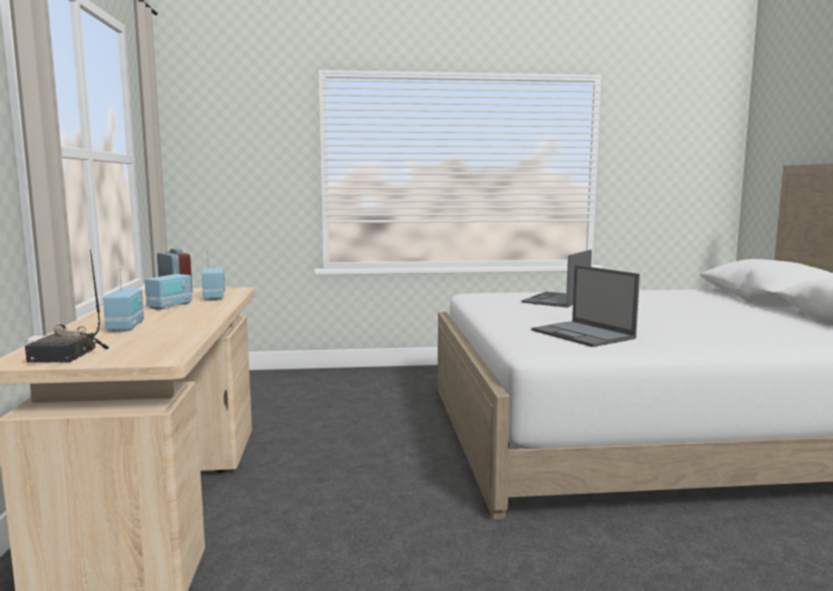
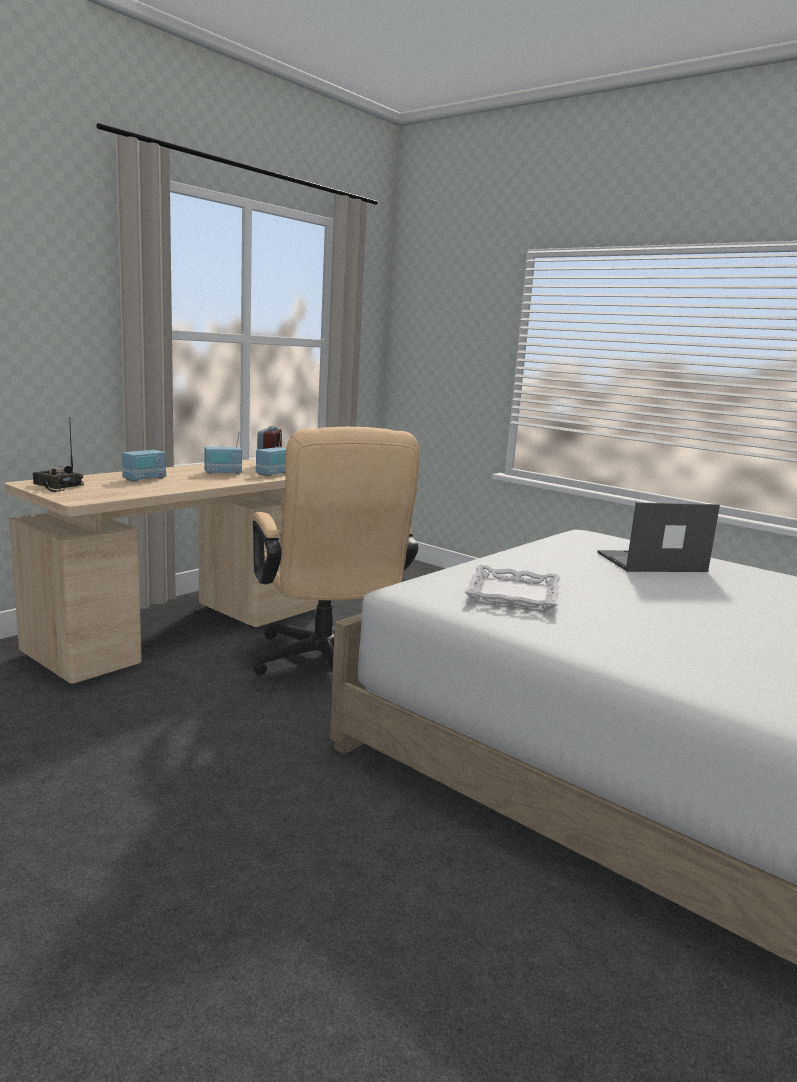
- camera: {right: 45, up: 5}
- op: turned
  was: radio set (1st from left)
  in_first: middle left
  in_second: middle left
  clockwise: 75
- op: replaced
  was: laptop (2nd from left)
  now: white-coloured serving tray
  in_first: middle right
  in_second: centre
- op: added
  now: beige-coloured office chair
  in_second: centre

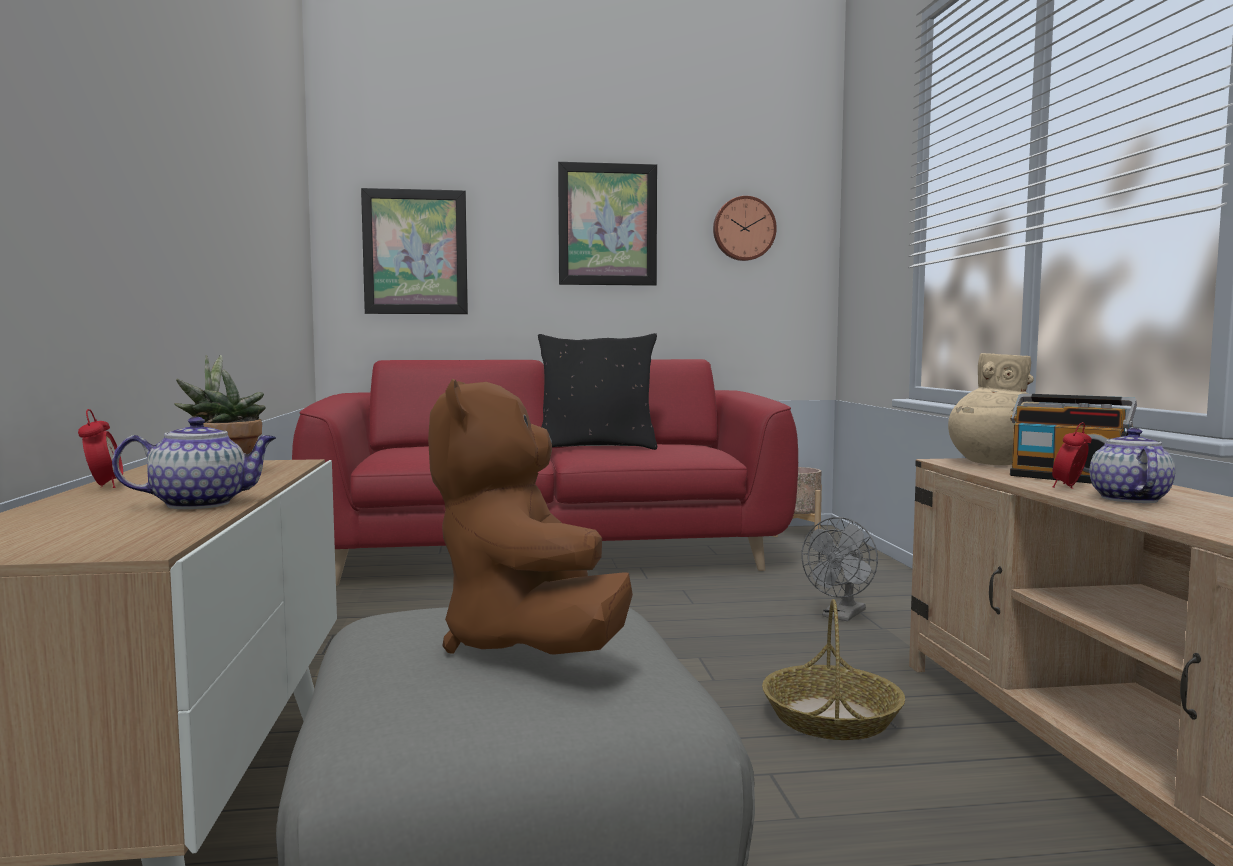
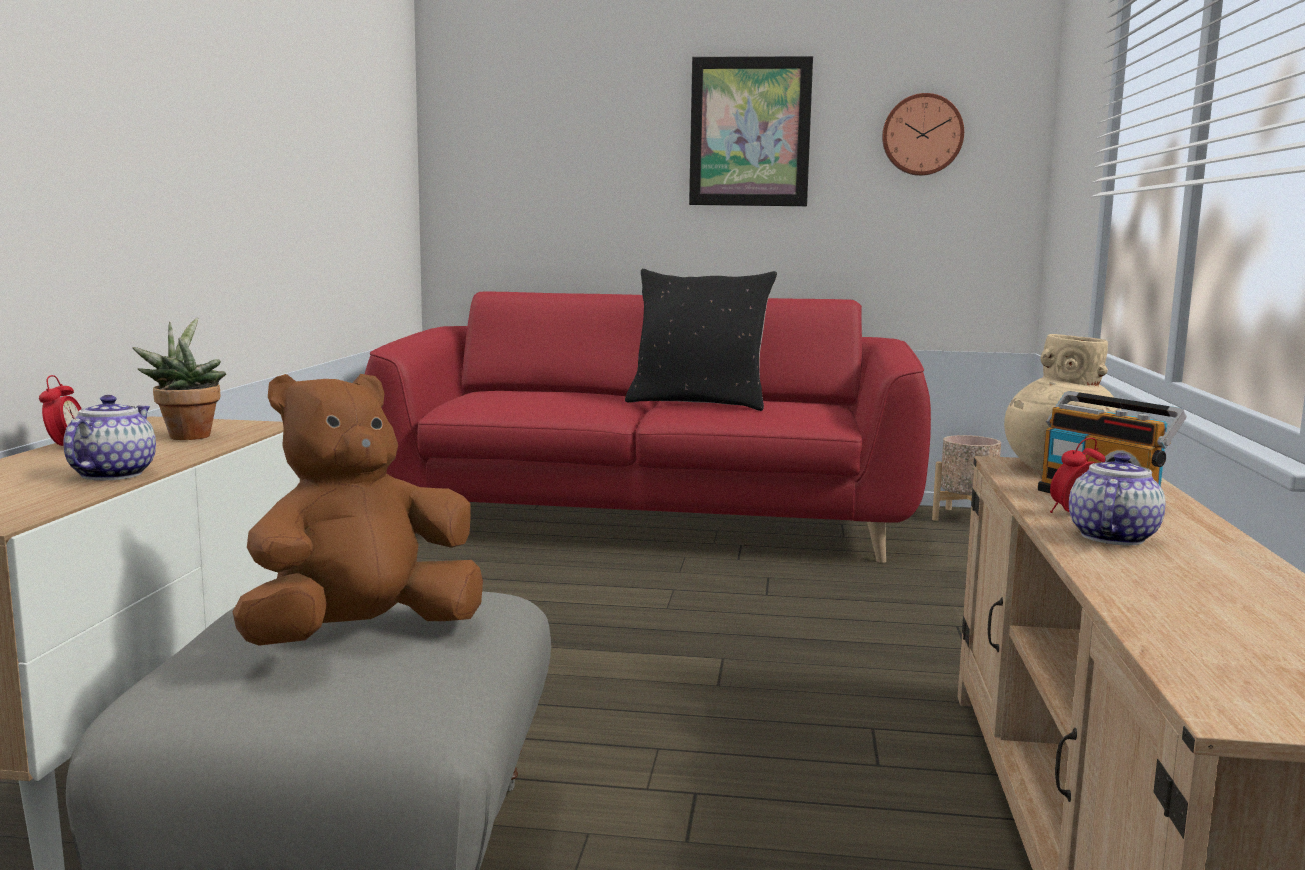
- camera: {right: 15, up: 5}
- op: removed
  was: wall picture (1st from left)
  in_first: top centre
- op: turned
  was: brown-coloured cuddly toy
  in_first: centre
  in_second: middle left
  clockwise: 45
- op: turned
  was: pot for tea (1st from left)
  in_first: middle left
  in_second: middle left
  clockwise: -75
- op: removed
  was: gray fan
  in_first: middle right
- op: removed
  was: storage basket
  in_first: bottom right

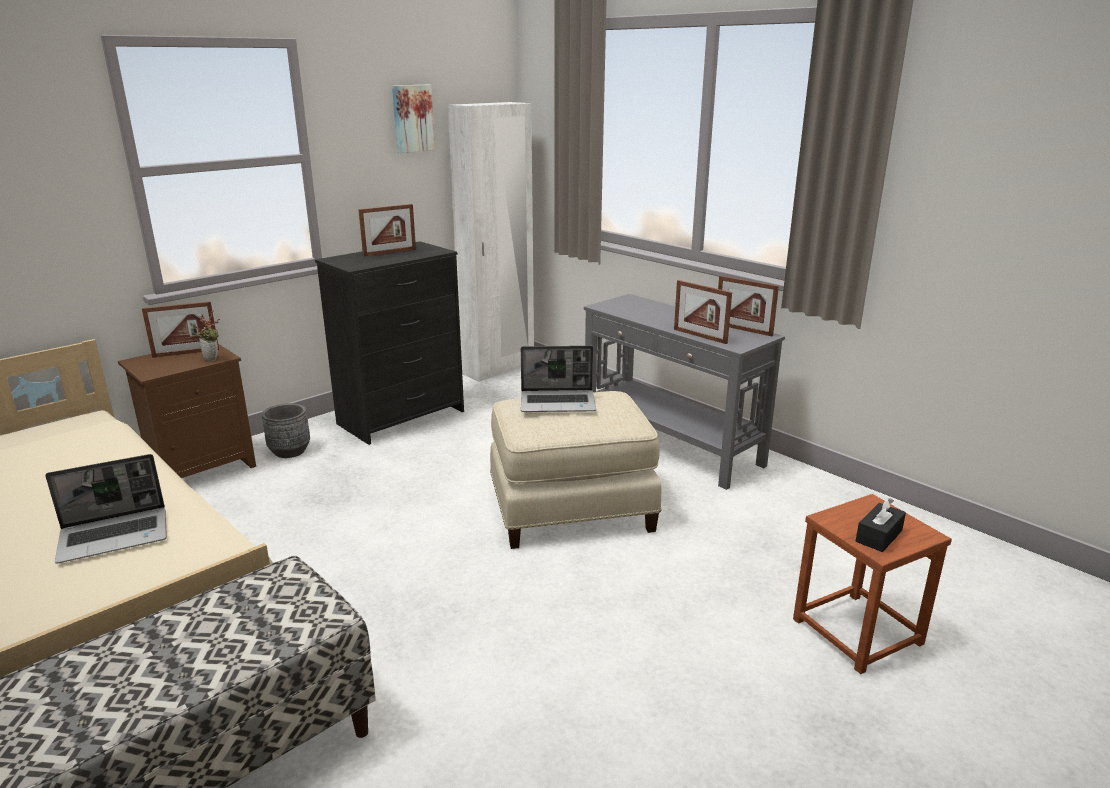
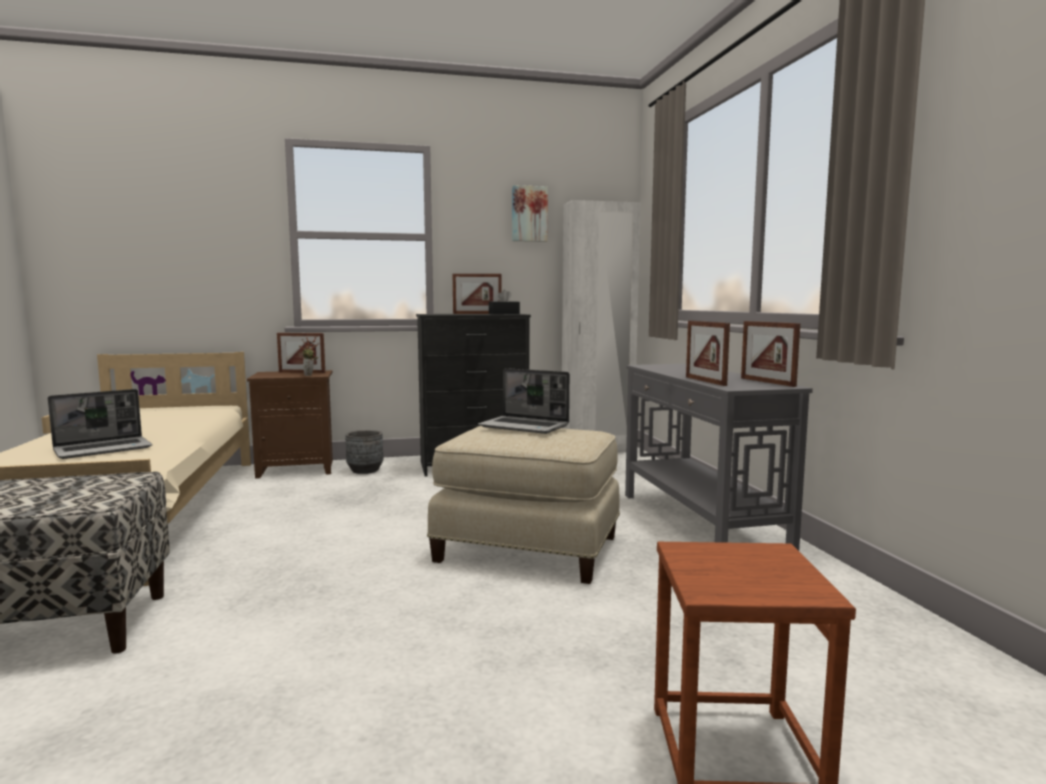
- camera: {right: 30, up: -15}
- op: turned
  was: laptop (1st from left)
  in_first: middle left
  in_second: middle left
  clockwise: -45
- op: moved
  was: black-coloured box of tissues
  in_first: middle right
  in_second: centre

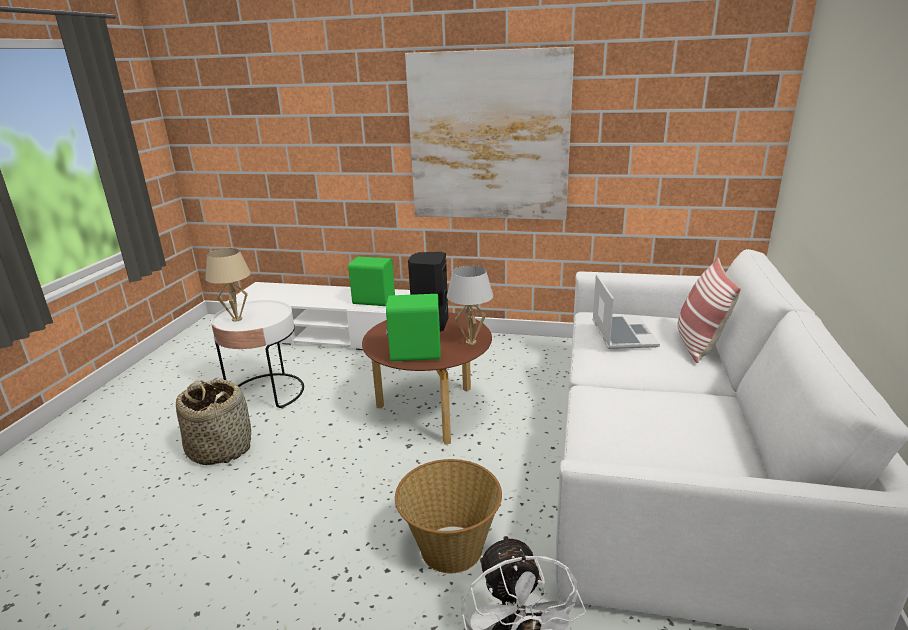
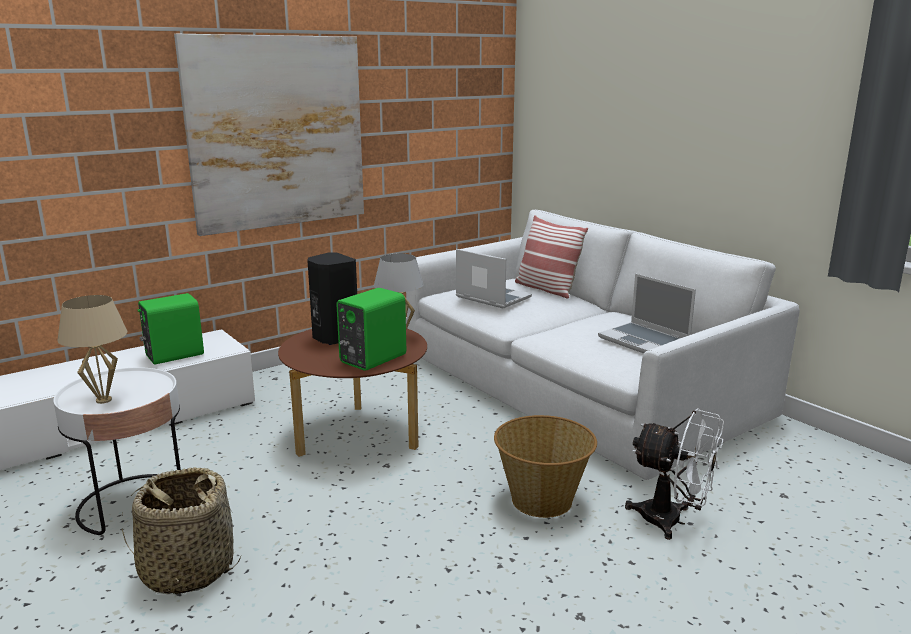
- camera: {right: -50, up: -5}
- op: added
  now: laptop (2nd from left)
  in_second: middle right

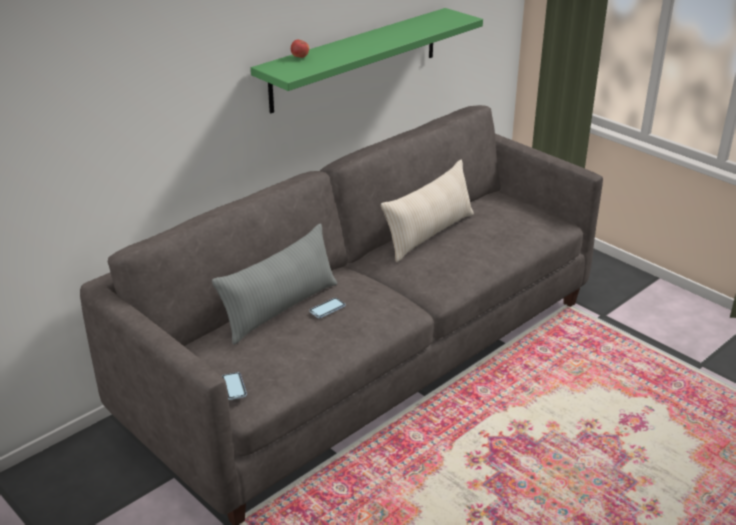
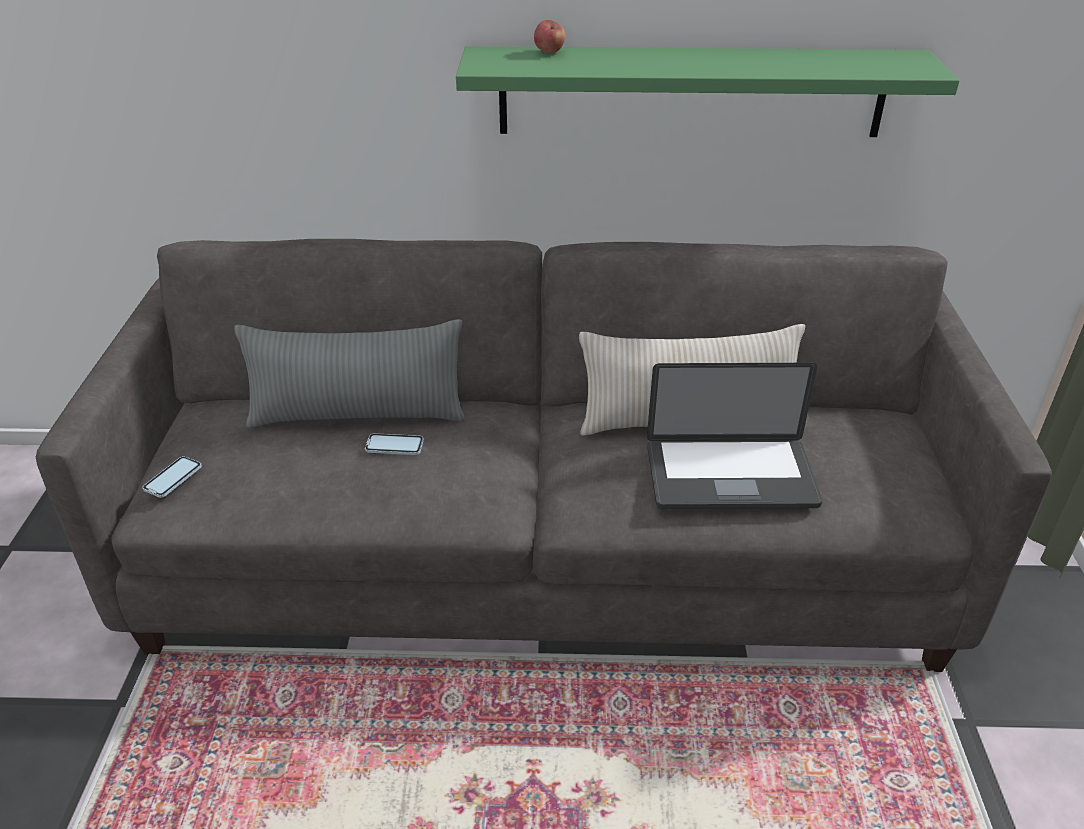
- camera: {right: 45, up: 5}
- op: added
  now: laptop
  in_second: middle right

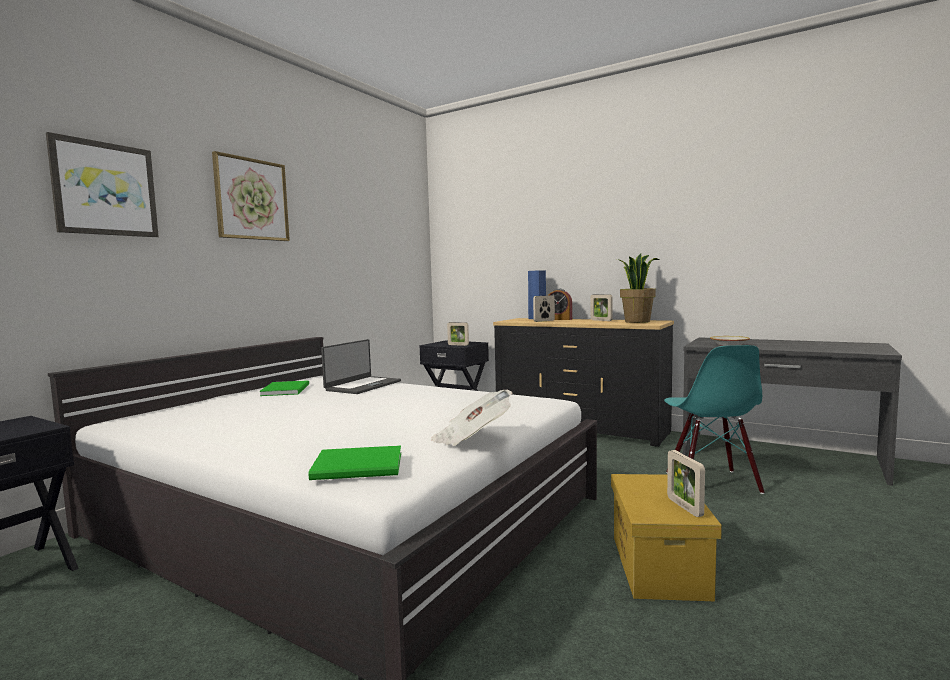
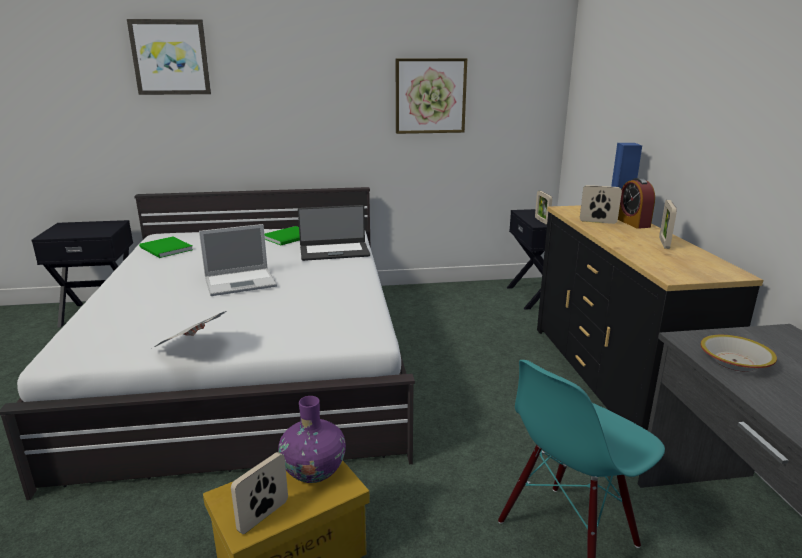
- camera: {right: 50, up: 15}
- op: moved
  was: wall picture (2nd from left)
  in_first: top left
  in_second: top centre
- op: removed
  was: potted plant
  in_first: middle right
- op: moved
  was: green-coloured volume (2nd from left in the first image)
  now: green-coloured volume (1st from left)
  in_first: bottom centre
  in_second: middle left
- op: added
  now: laptop (1st from left)
  in_second: middle left
- op: added
  now: purple-coloured flower vase
  in_second: bottom centre

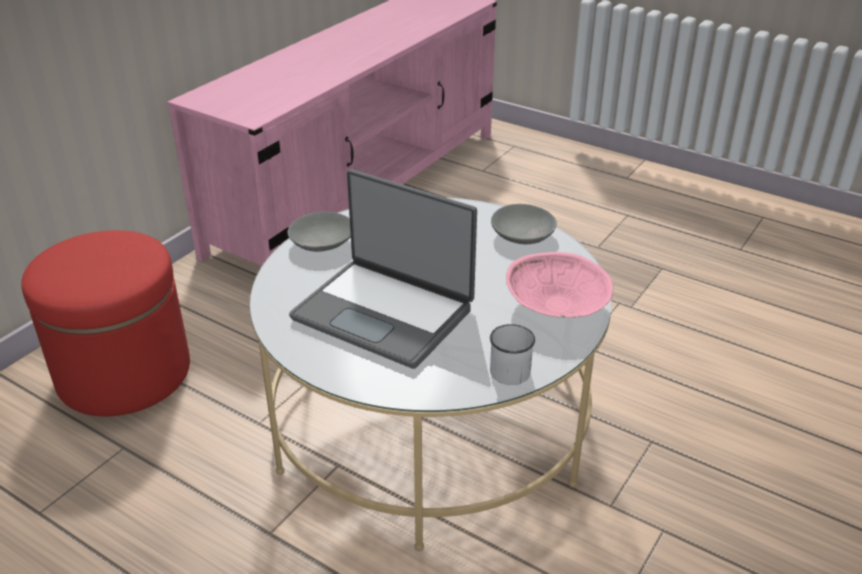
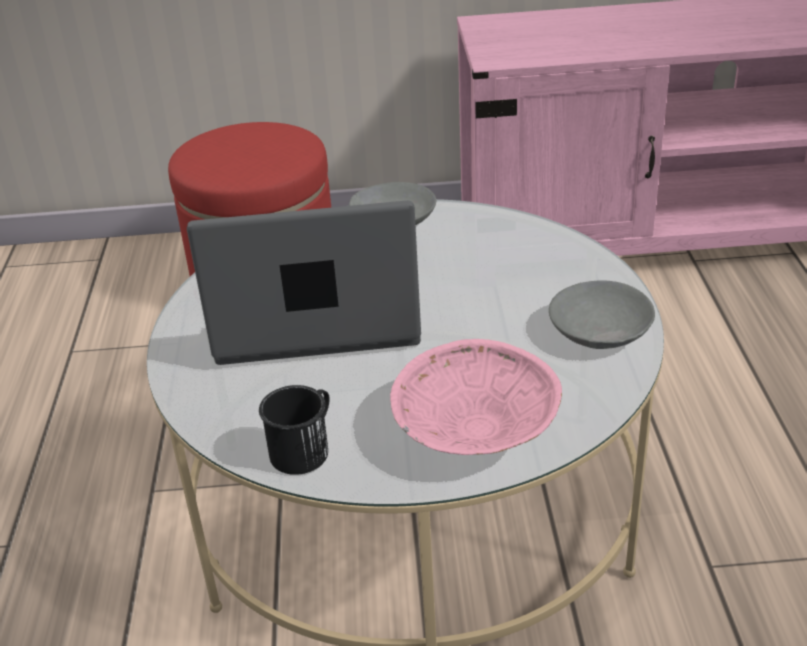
- camera: {right: 55, up: 0}
- op: turned
  was: laptop
  in_first: centre
  in_second: centre
  clockwise: 90
- op: recoloured
  was: white-coloured mug
  now: black-coloured mug
  in_first: centre
  in_second: centre

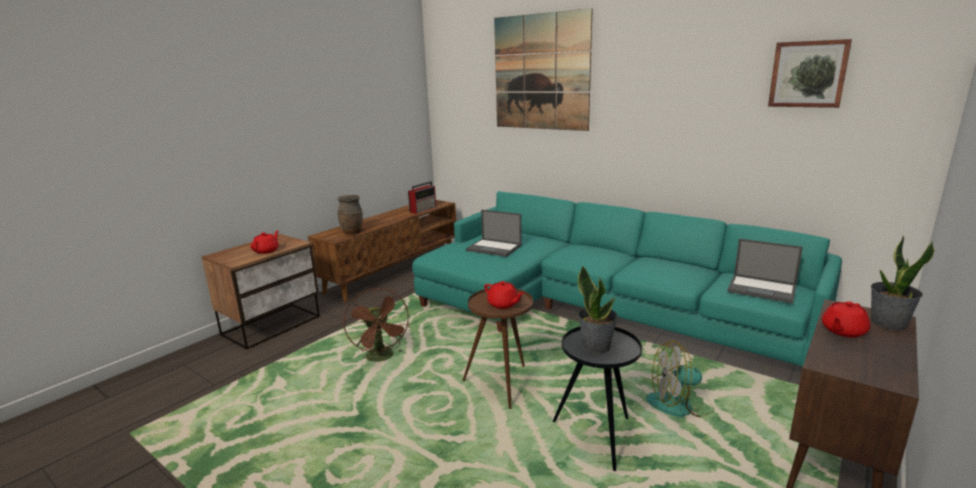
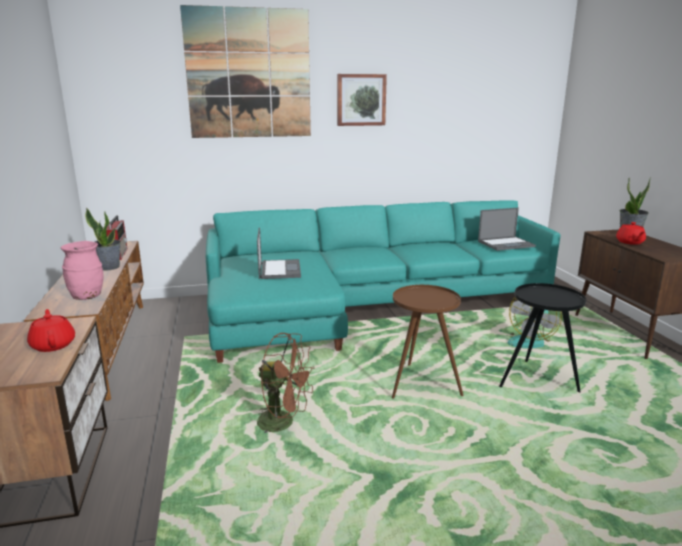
- camera: {right: -50, up: 0}
- op: moved
  was: wall picture (2nd from left)
  in_first: top right
  in_second: top centre
- op: recoloured
  was: brown-coloured flower vase
  now: pinkish flower vase
  in_first: centre
  in_second: middle left
- op: turned
  was: laptop (1st from left)
  in_first: centre
  in_second: centre
  clockwise: -75
- op: moved
  was: potted plant (1st from left)
  in_first: centre
  in_second: middle left
- op: removed
  was: reddish pot for tea (2nd from left)
  in_first: centre

